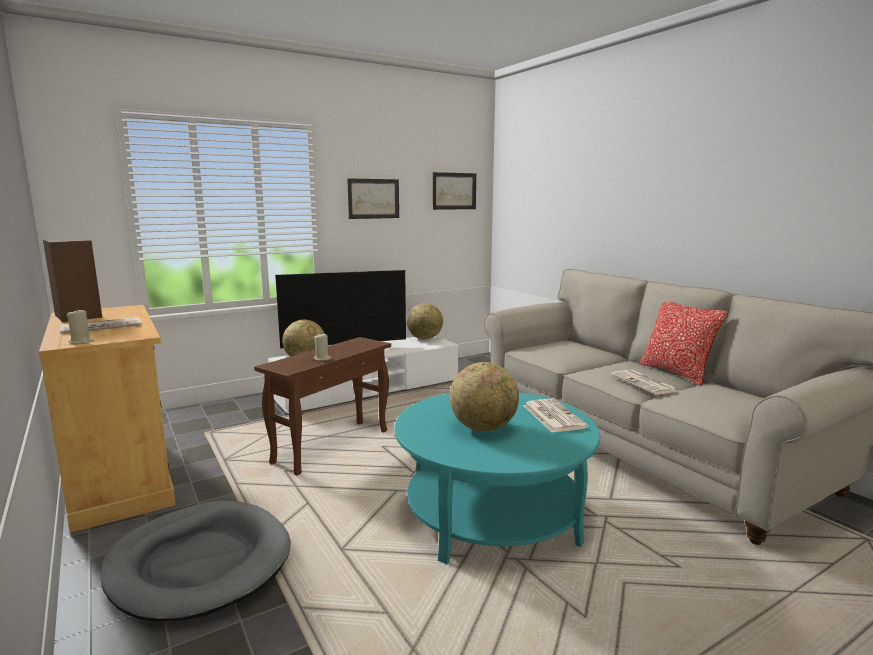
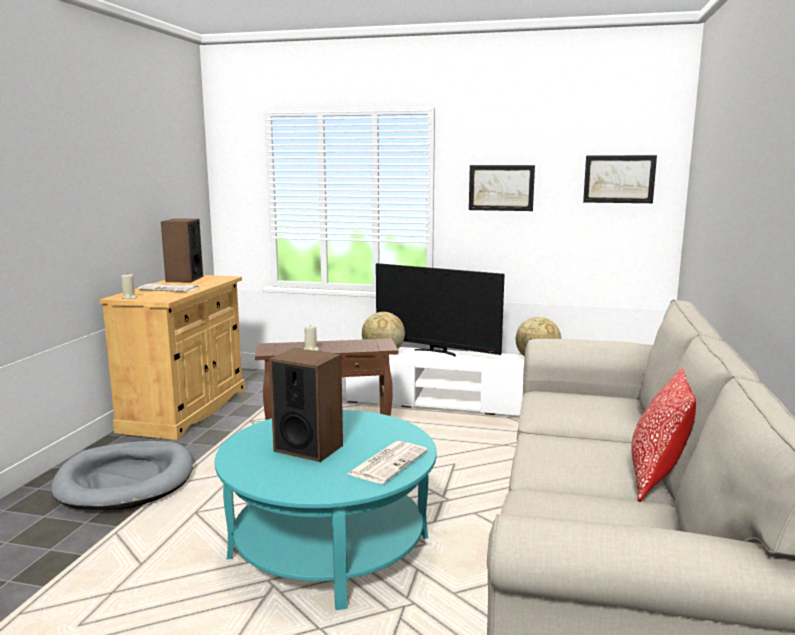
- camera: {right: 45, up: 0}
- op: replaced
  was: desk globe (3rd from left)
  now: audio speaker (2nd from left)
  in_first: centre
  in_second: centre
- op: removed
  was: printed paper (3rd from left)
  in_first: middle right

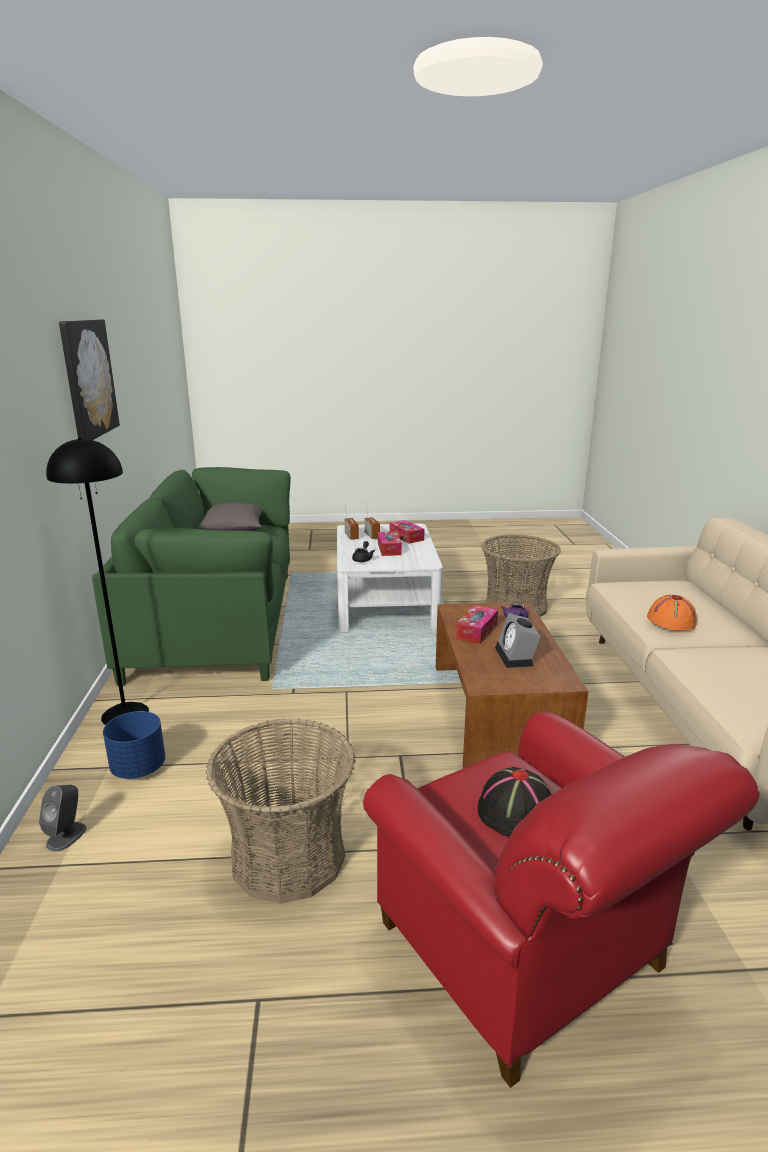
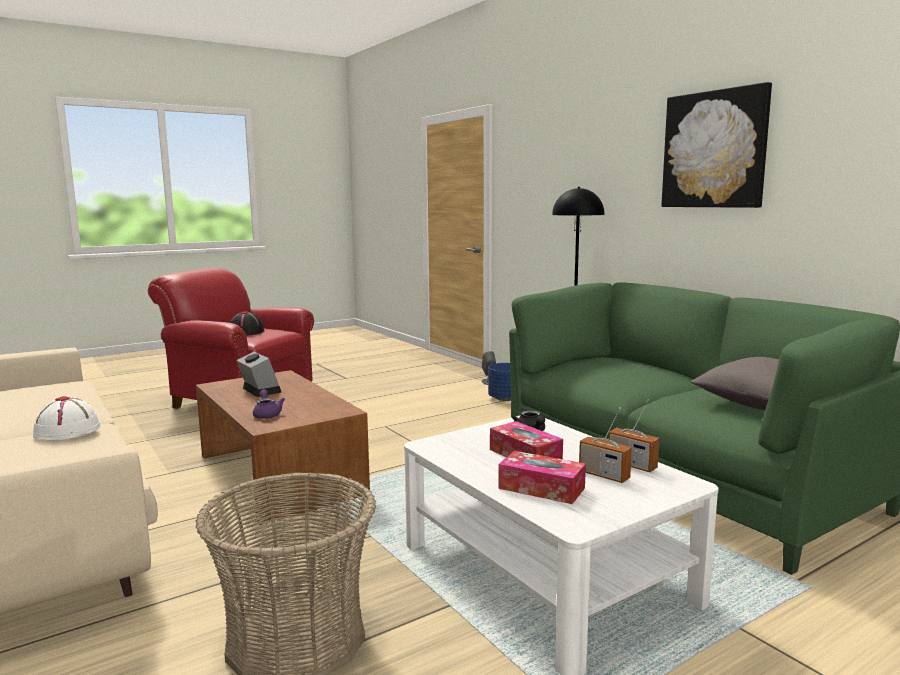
- camera: {right: 150, up: -10}
- op: recoloured
  was: orangey wearable hat
  now: white-coloured wearable hat
  in_first: middle right
  in_second: middle left
- op: removed
  was: box of tissues (3rd from left)
  in_first: centre
- op: removed
  was: storage basket (1st from left)
  in_first: bottom centre

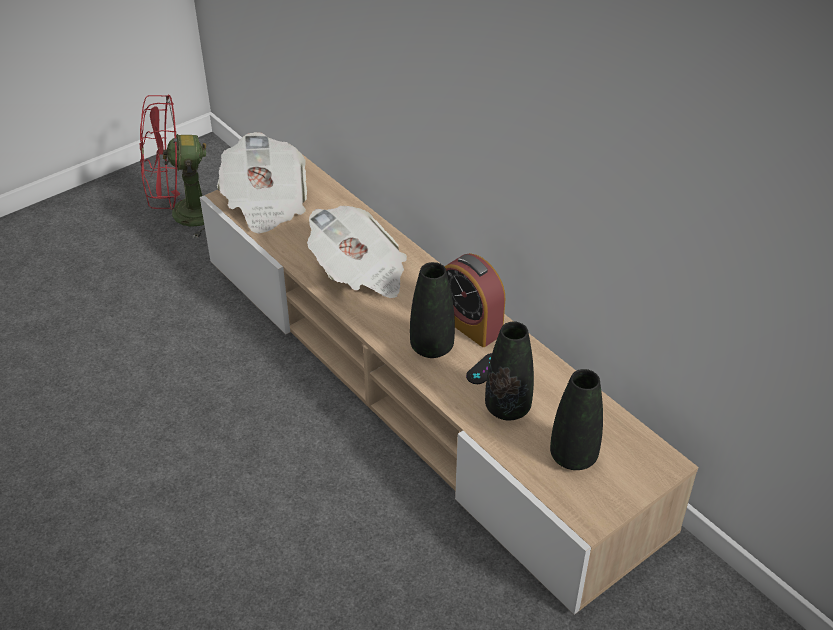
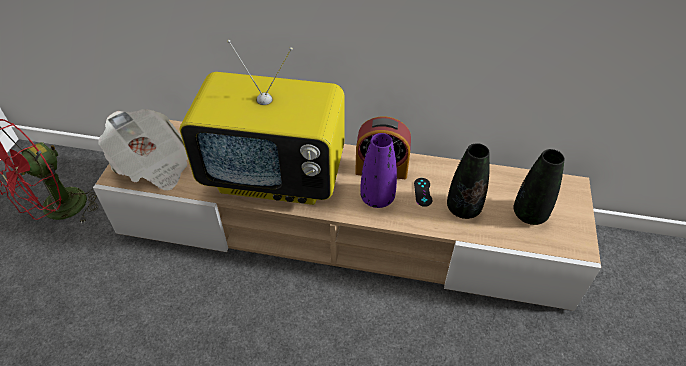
- camera: {right: -40, up: 5}
- op: replaced
  was: printed paper (2nd from left)
  now: TV set
  in_first: centre
  in_second: centre
- op: recoloured
  was: black-coloured flower vase (1st from left)
  now: purple-coloured flower vase
  in_first: centre
  in_second: centre

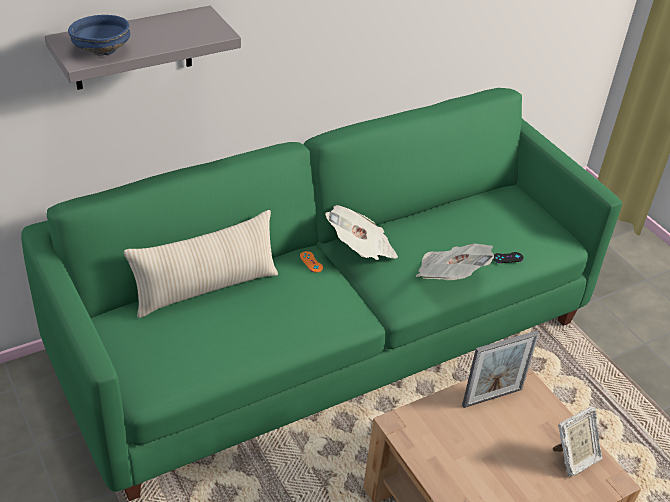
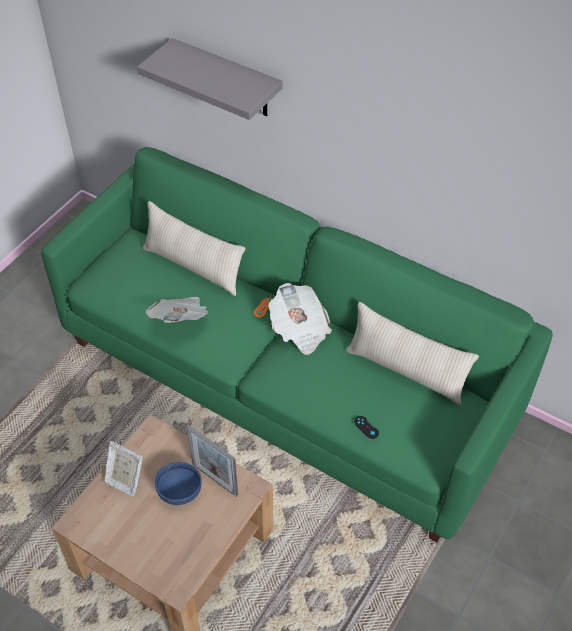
- camera: {right: 65, up: 10}
- op: moved
  was: blue deep dish
  in_first: top left
  in_second: bottom left
- op: moved
  was: printed paper (2nd from left in the first image)
  now: printed paper (1st from left)
  in_first: middle right
  in_second: middle left
- op: moved
  was: photo frame (2nd from left in the first image)
  now: photo frame (1st from left)
  in_first: bottom right
  in_second: bottom left
- op: added
  now: beige-coloured cushion (2nd from left)
  in_second: middle right

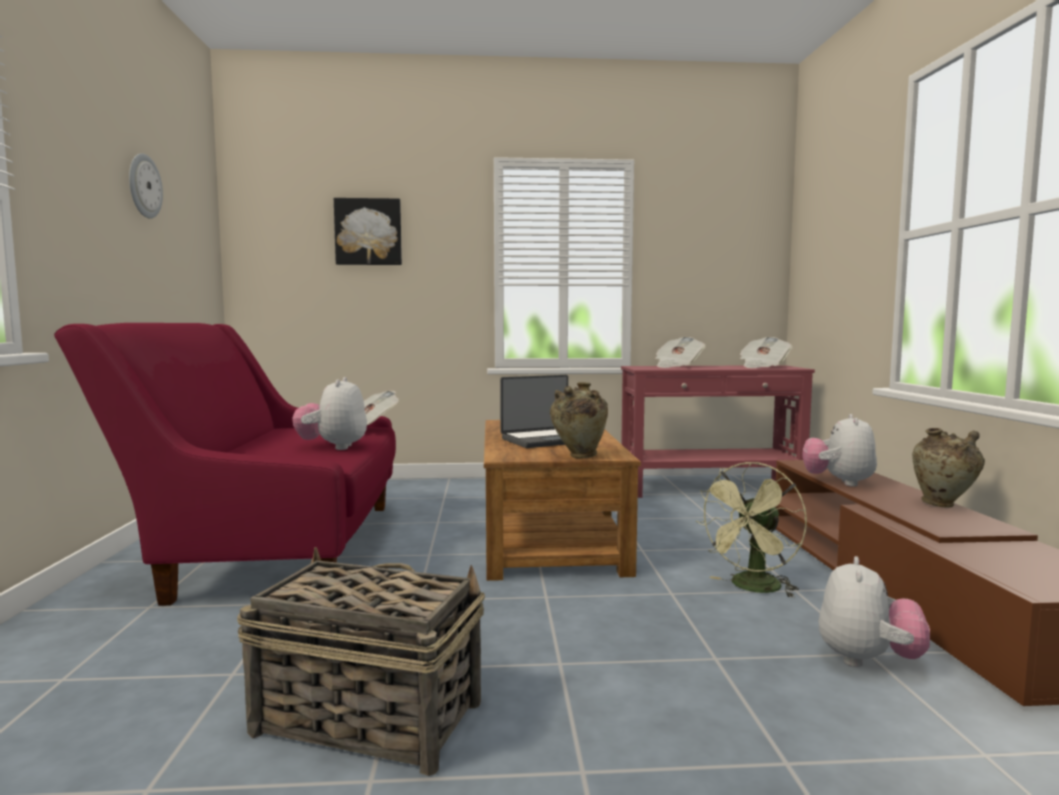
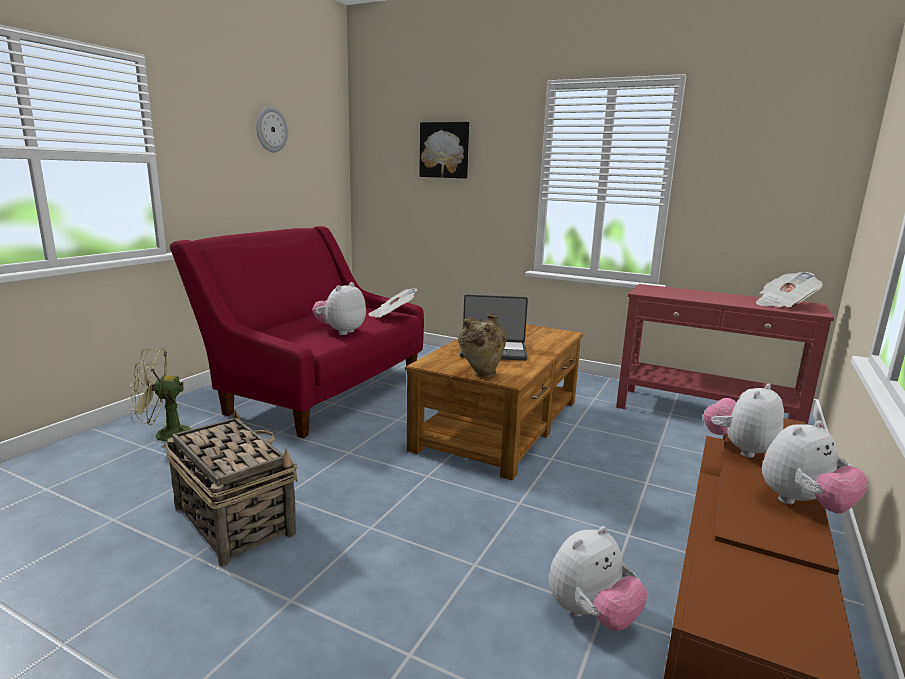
- camera: {right: 30, up: 10}
- op: removed
  was: printed paper (2nd from left)
  in_first: centre
- op: replaced
  was: beige-coloured flower vase (2nd from left)
  now: cuddly toy (4th from left)
  in_first: middle right
  in_second: bottom right
- op: moved
  was: green-coloured fan
  in_first: bottom right
  in_second: middle left

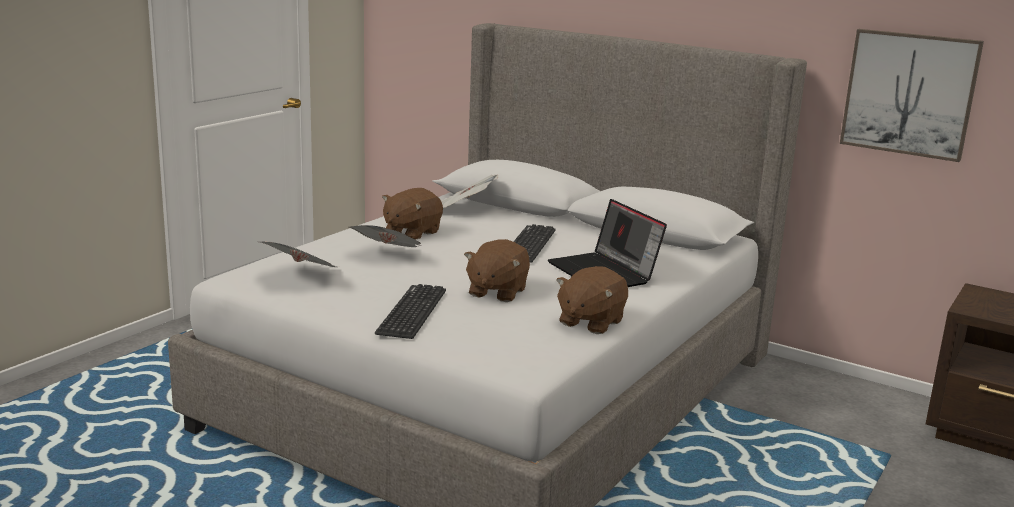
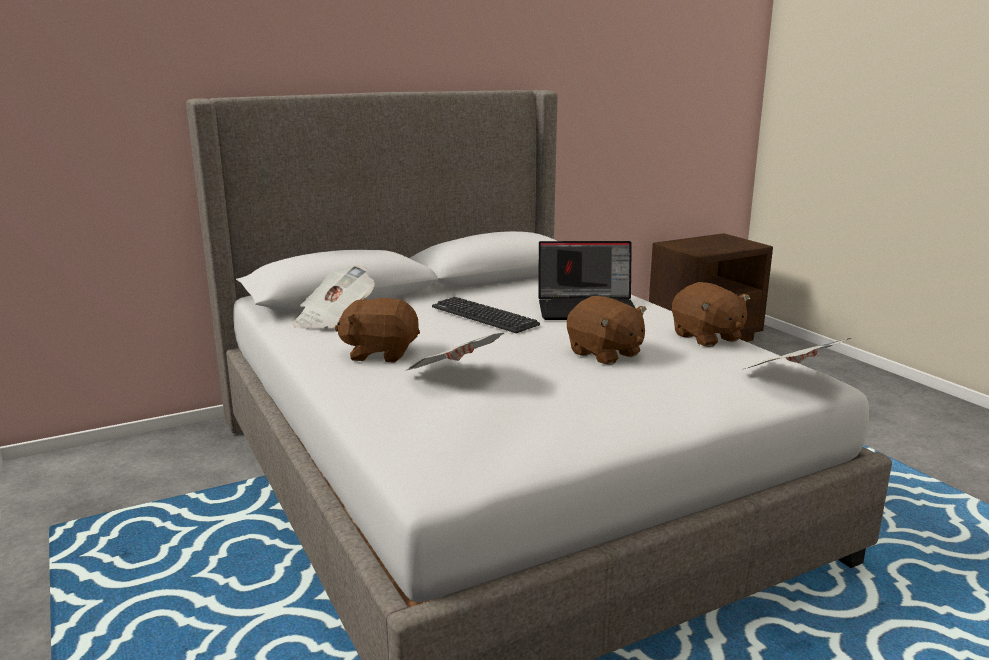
- camera: {right: -60, up: 0}
- op: removed
  was: wall picture
  in_first: top right
- op: turned
  was: brown-coloured cuddly toy (1st from left)
  in_first: centre
  in_second: centre
  clockwise: 120
- op: moved
  was: printed paper (1st from left in the first image)
  now: printed paper (3rd from left)
  in_first: middle left
  in_second: middle right
- op: removed
  was: keyboard (1st from left)
  in_first: centre

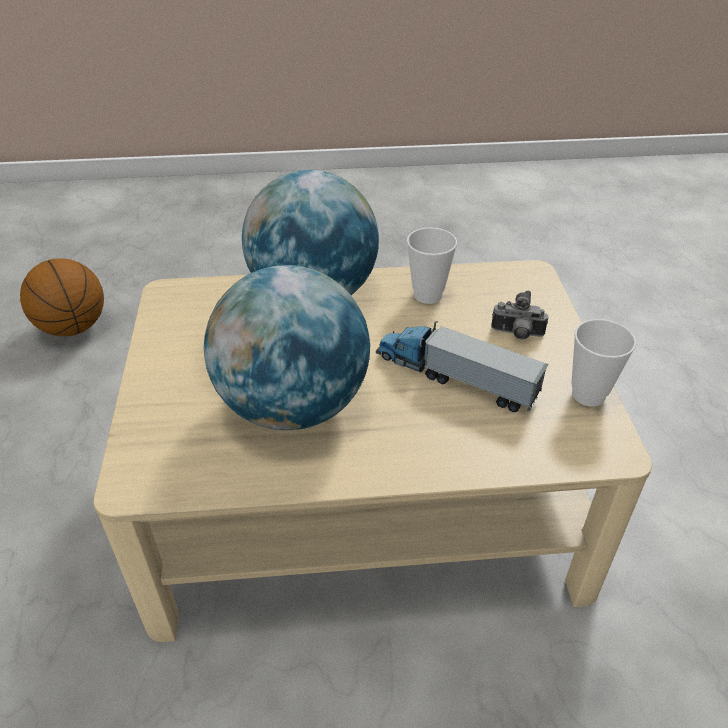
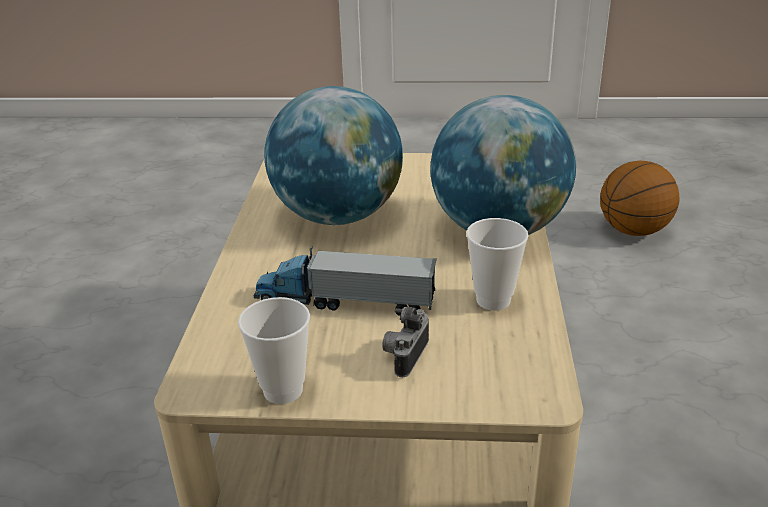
- camera: {right: 100, up: -10}
- op: turned
  was: toy truck
  in_first: centre
  in_second: centre
  clockwise: -120

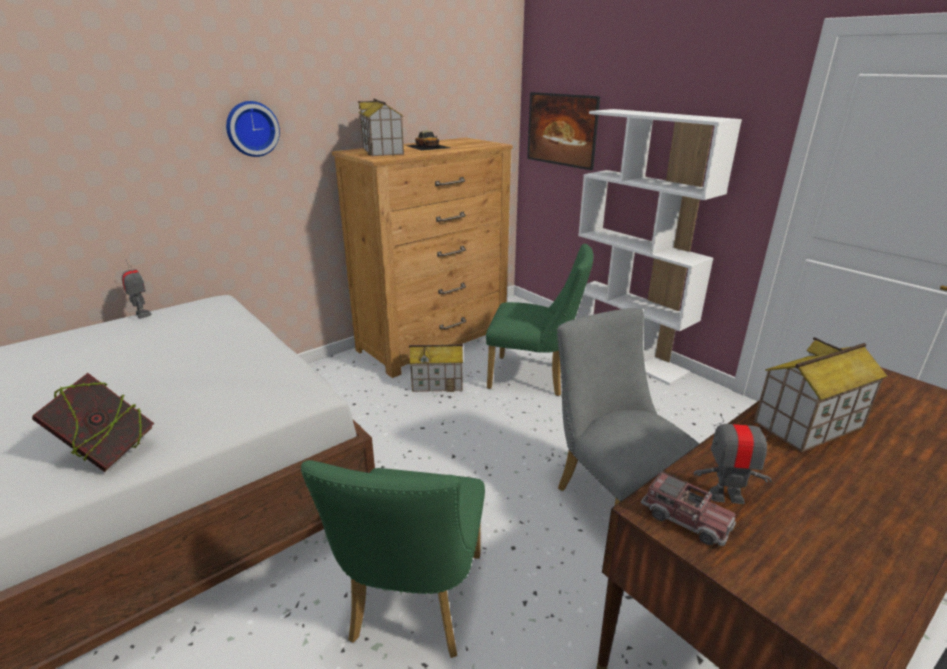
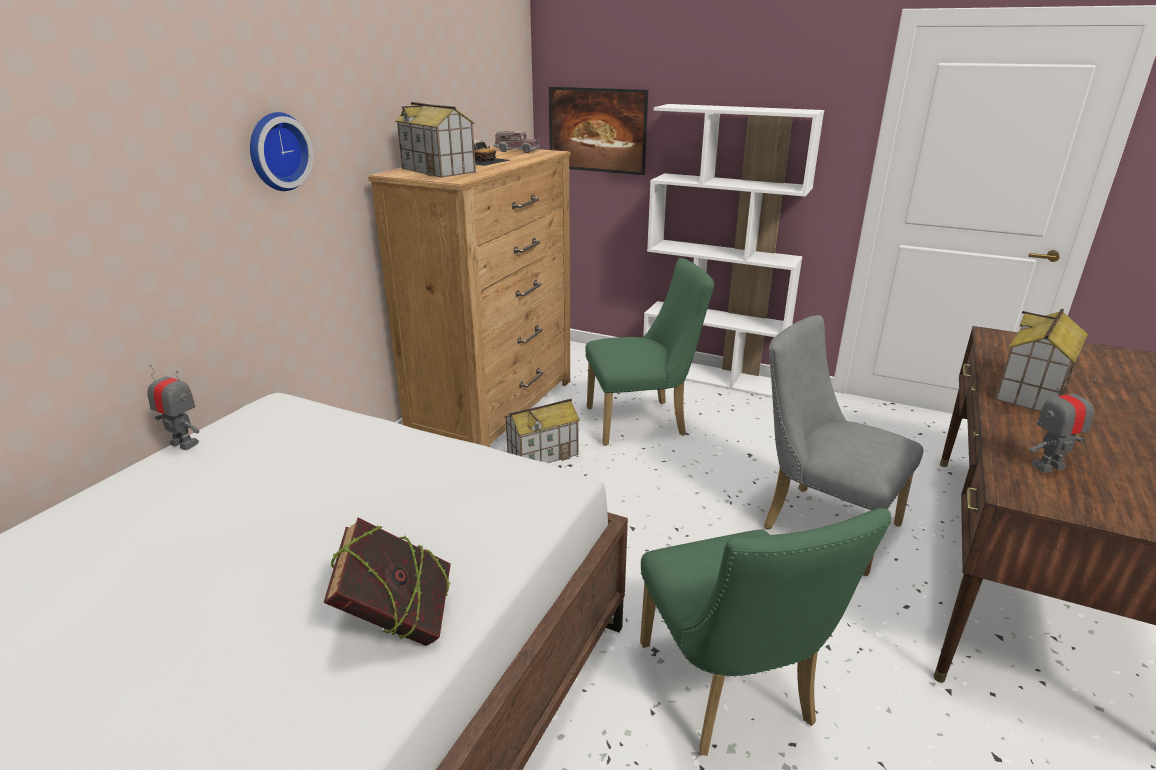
- camera: {right: -25, up: 0}
- op: moved
  was: toy truck
  in_first: bottom right
  in_second: top centre

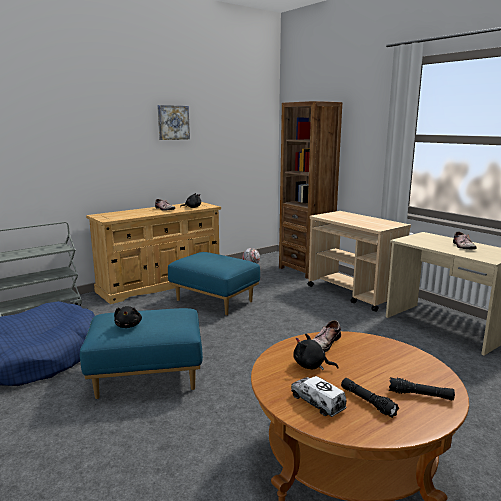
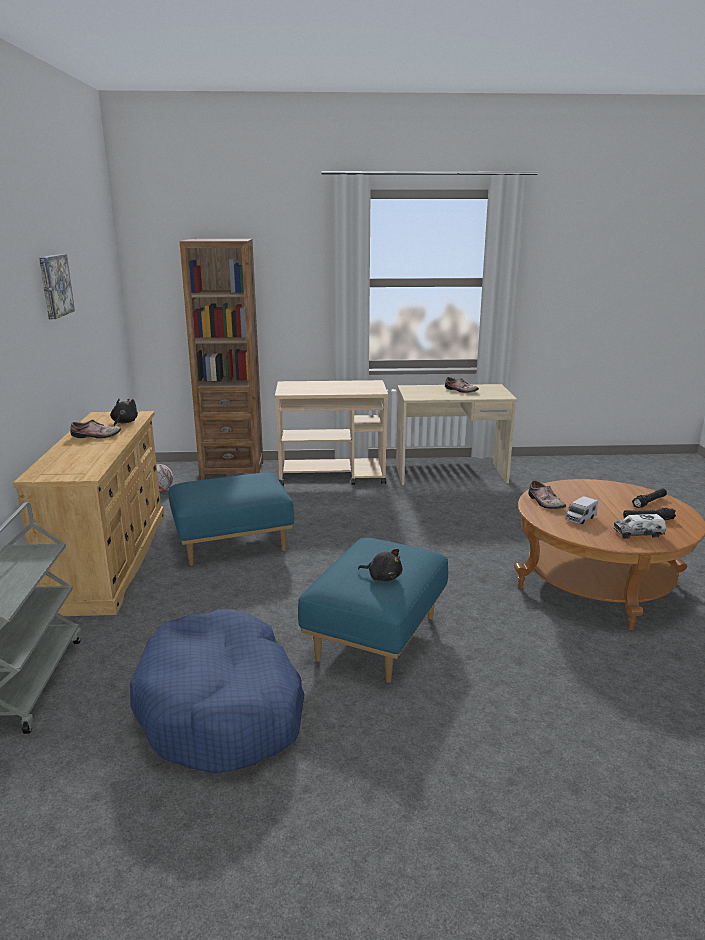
- camera: {right: -55, up: 5}
- op: replaced
  was: black-coloured cuddly toy (3rd from left)
  now: toy truck (1st from left)
  in_first: bottom centre
  in_second: middle right

